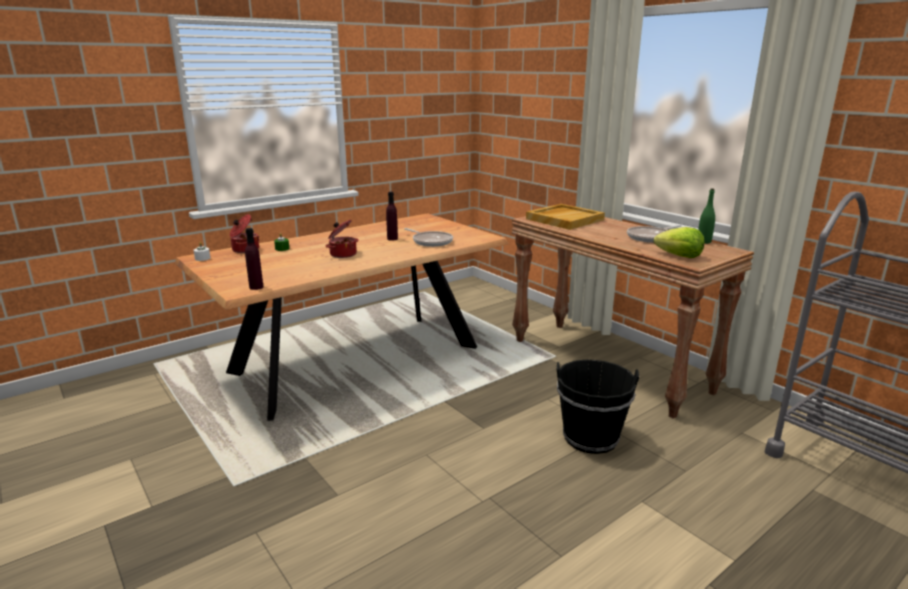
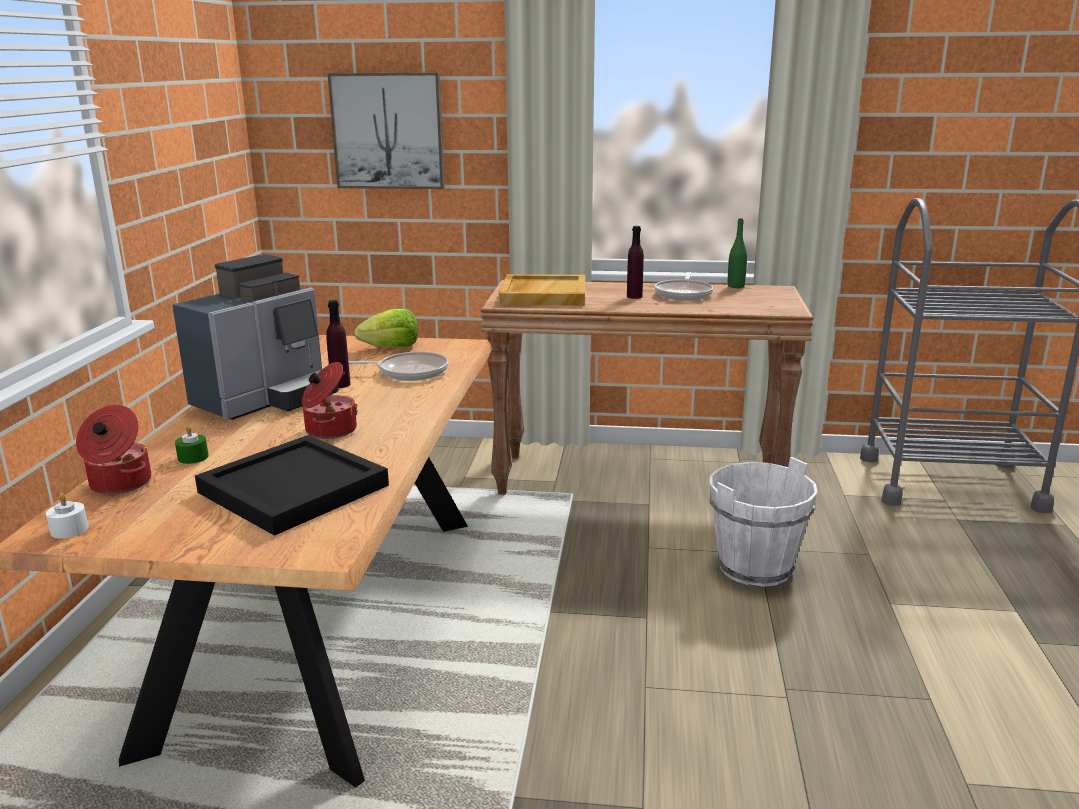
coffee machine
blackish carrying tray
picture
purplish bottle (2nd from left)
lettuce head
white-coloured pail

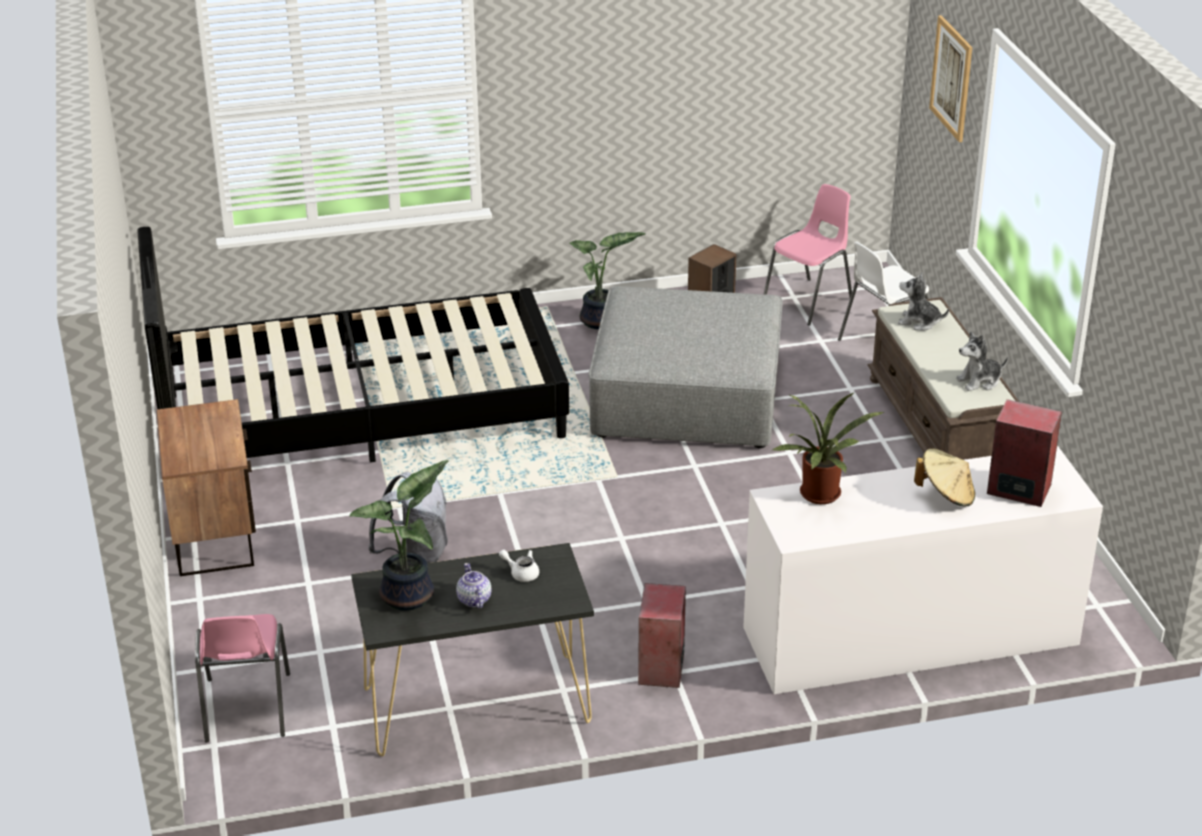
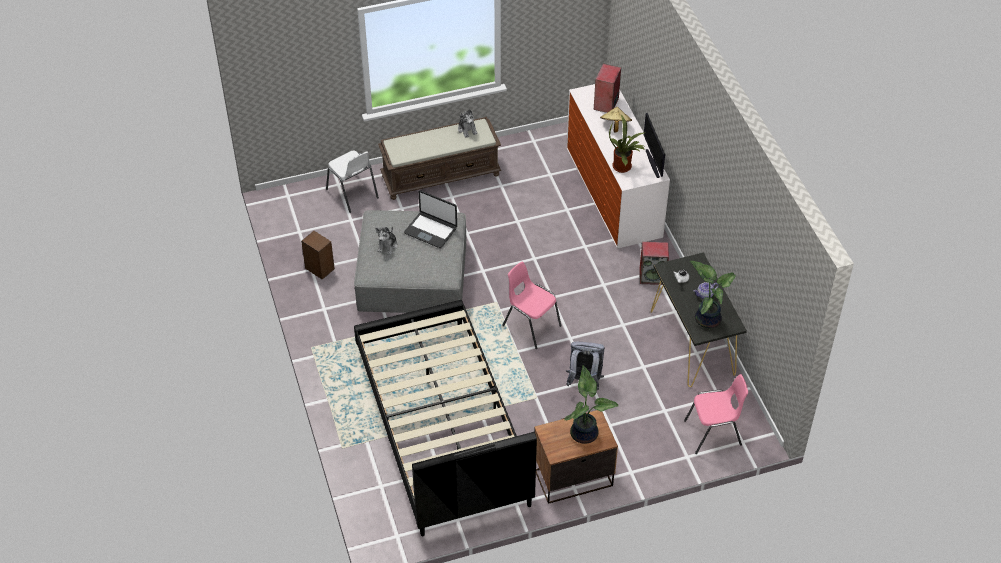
picture
portable computer
monitor
potted plant (1st from left)
pink-coloured upright chair (1st from left)
cuddly toy (1st from left)

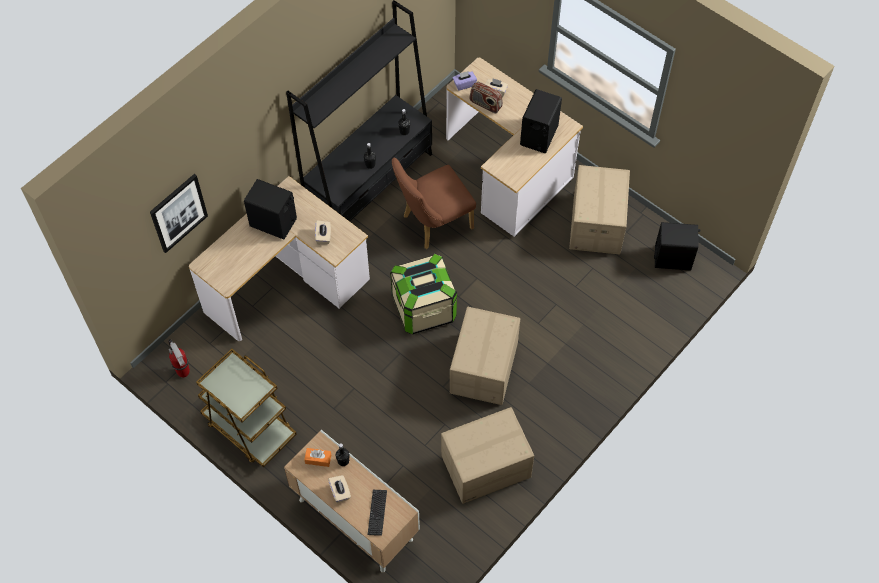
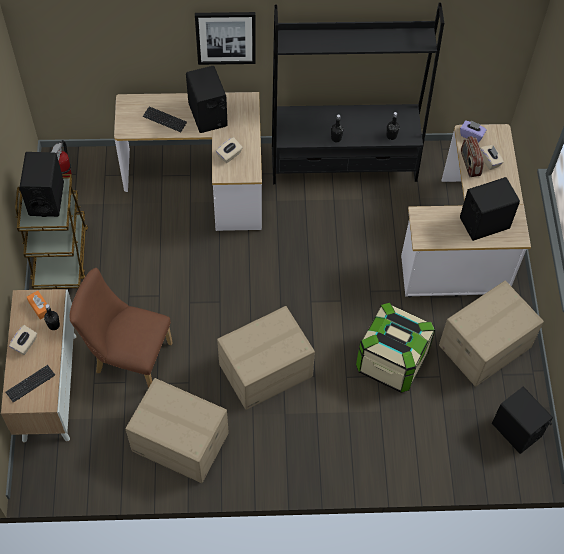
blackish loudspeaker (1st from left)
PC keyboard (2nd from left)
picture
storage box
brown upright chair

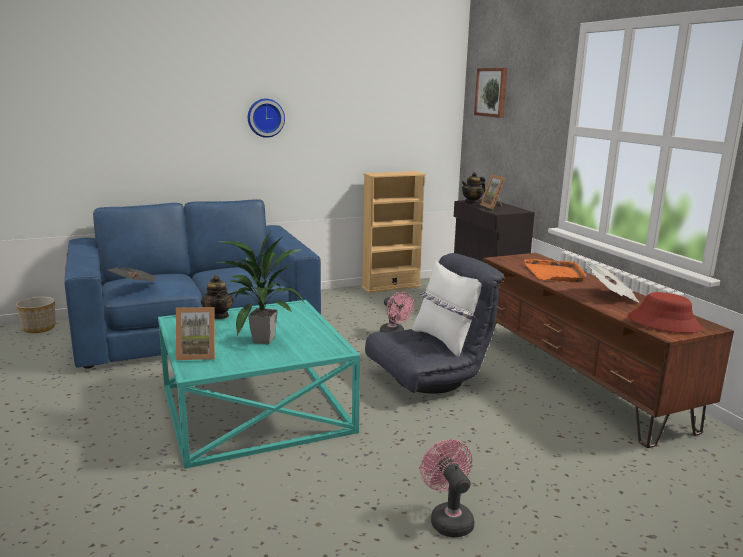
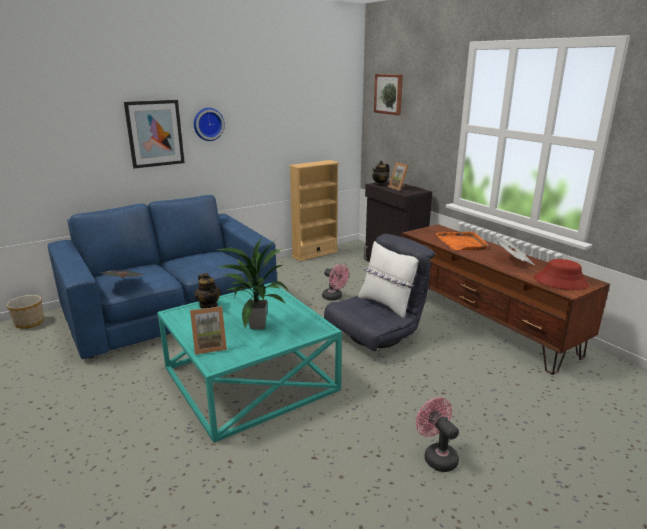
picture (1st from left)

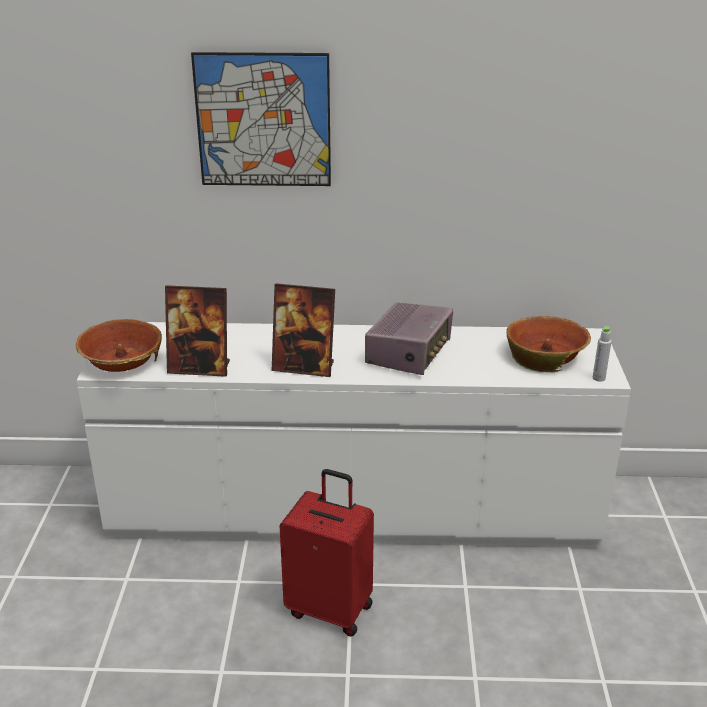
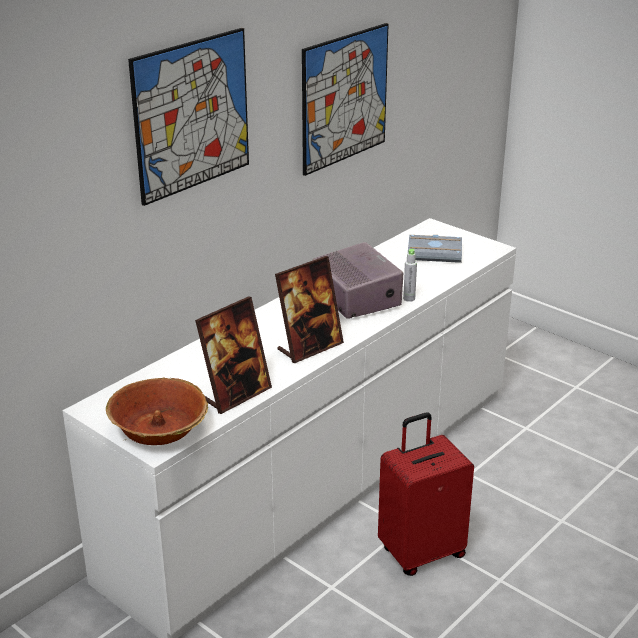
picture (2nd from left)
grey bottle
grey volume

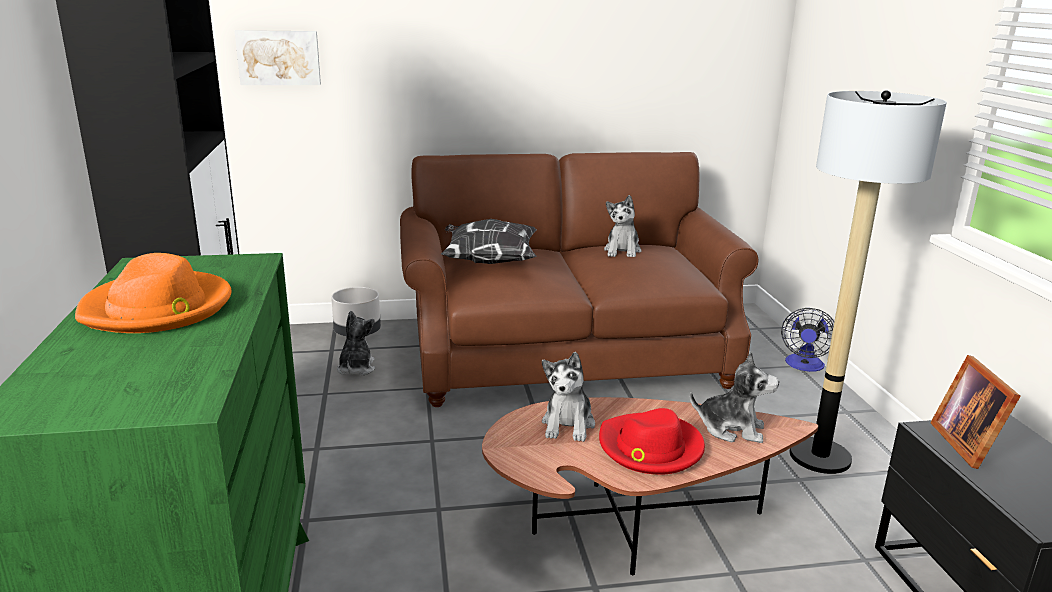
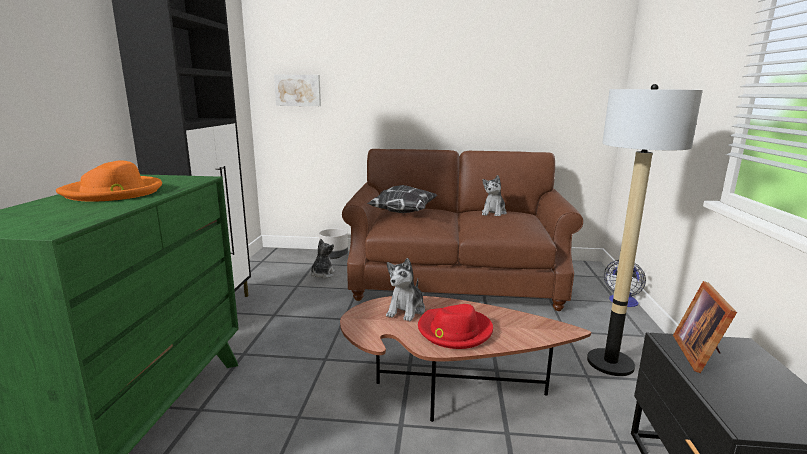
cuddly toy (4th from left in the first image)

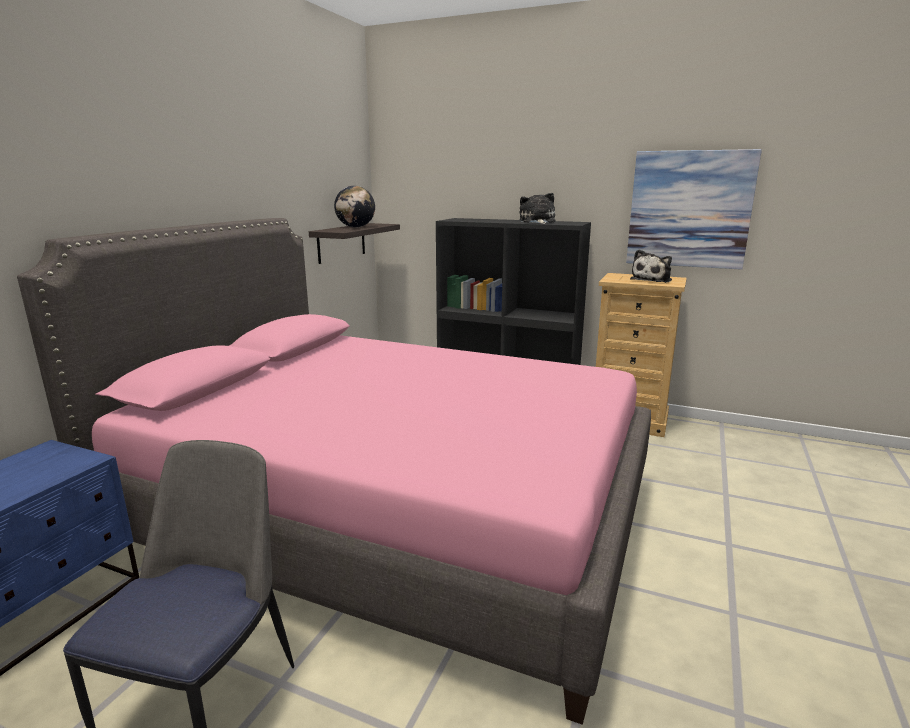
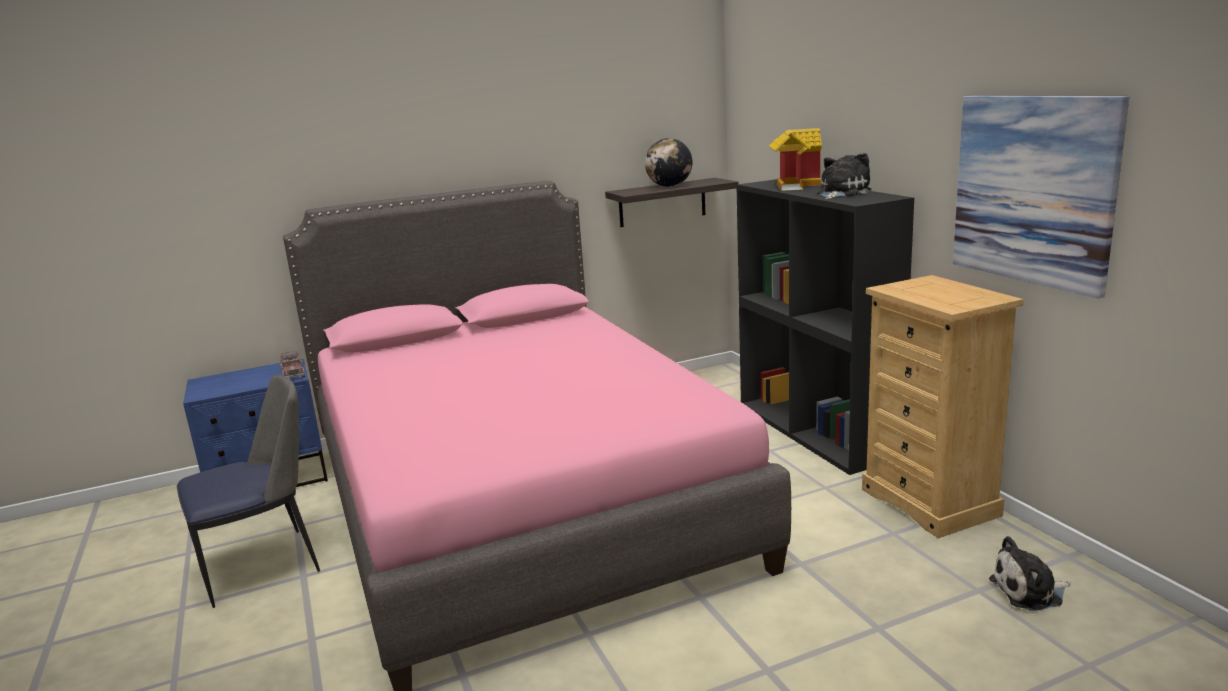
model truck
model house
cuddly toy (2nd from left)

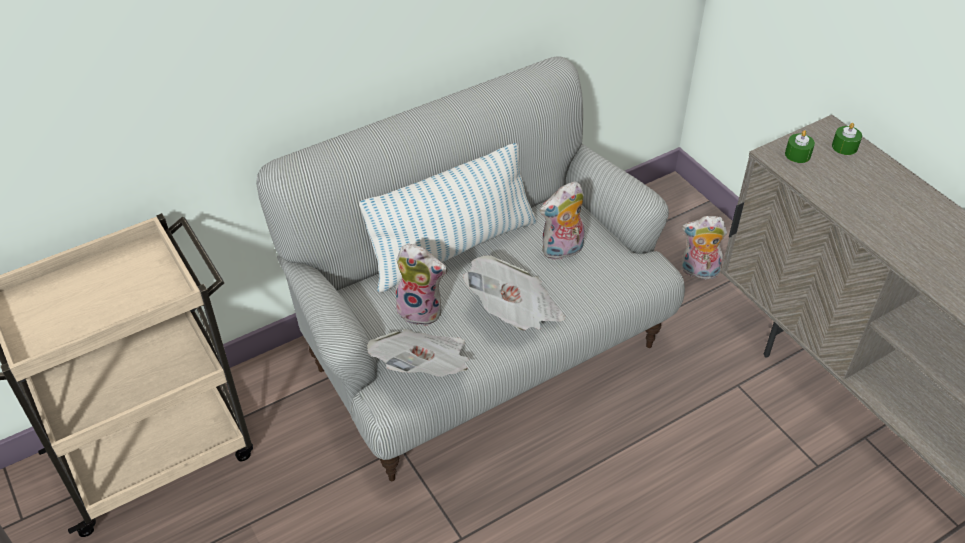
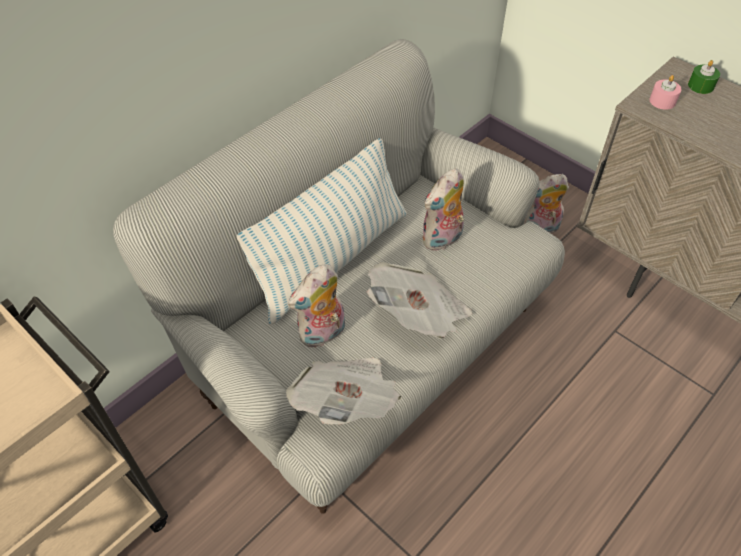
pink-coloured wax candle
cuddly toy (1st from left)

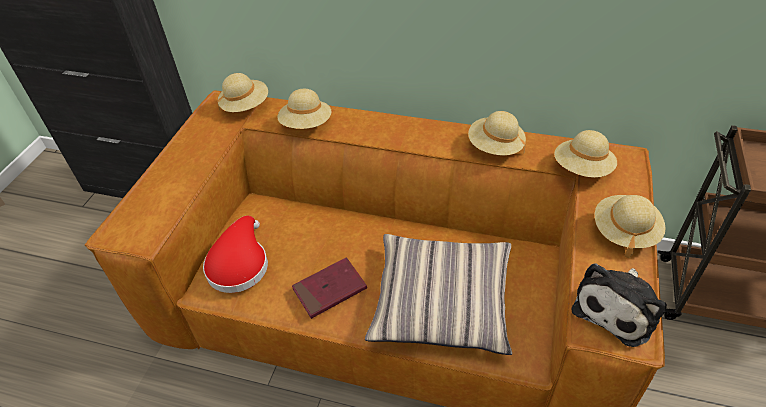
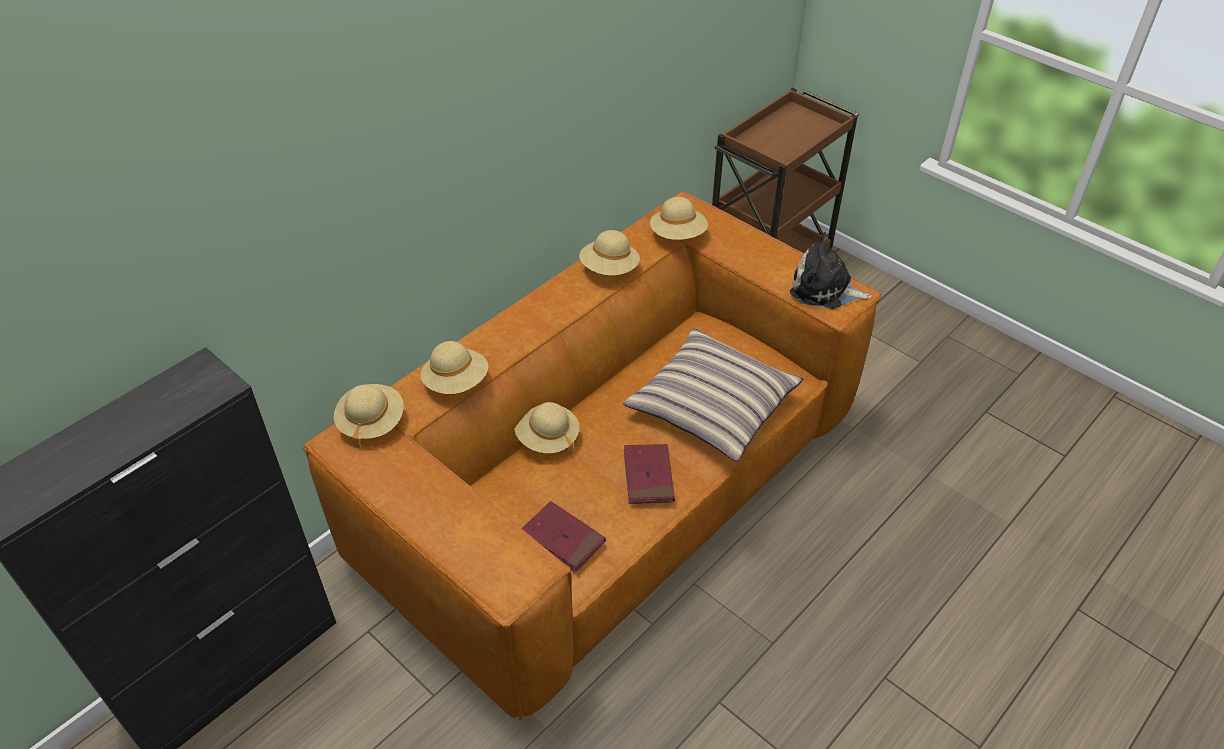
beige hat (3rd from left)
red volume (1st from left)
cuddly toy

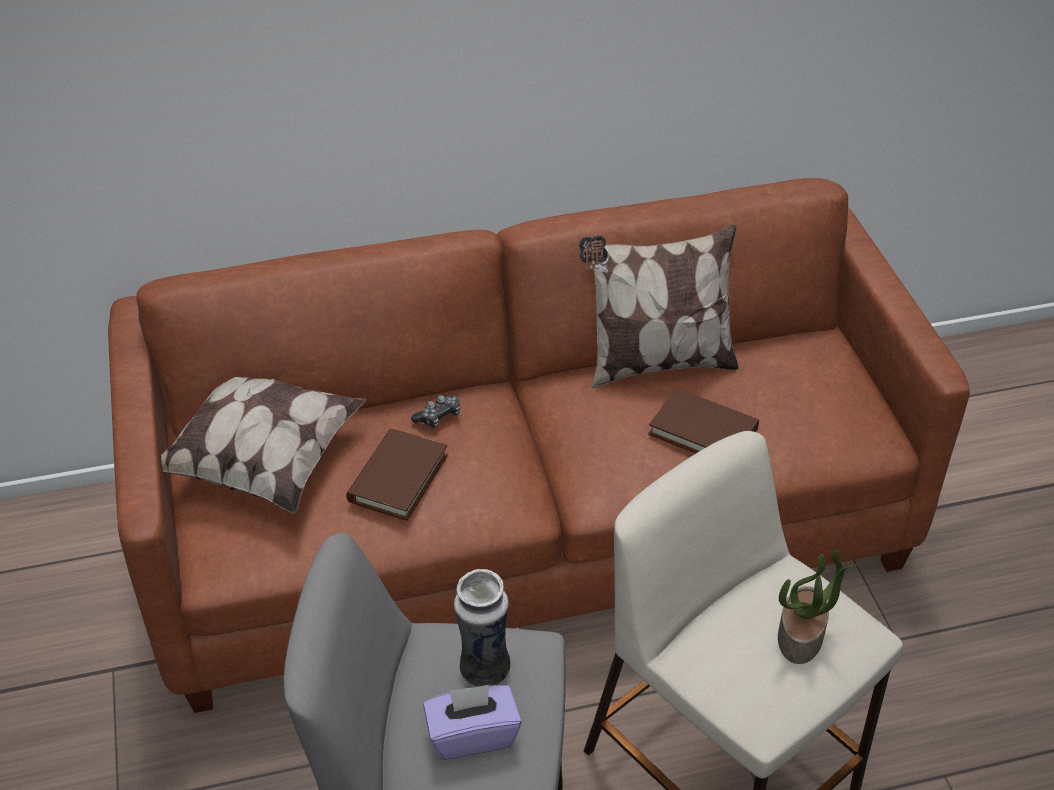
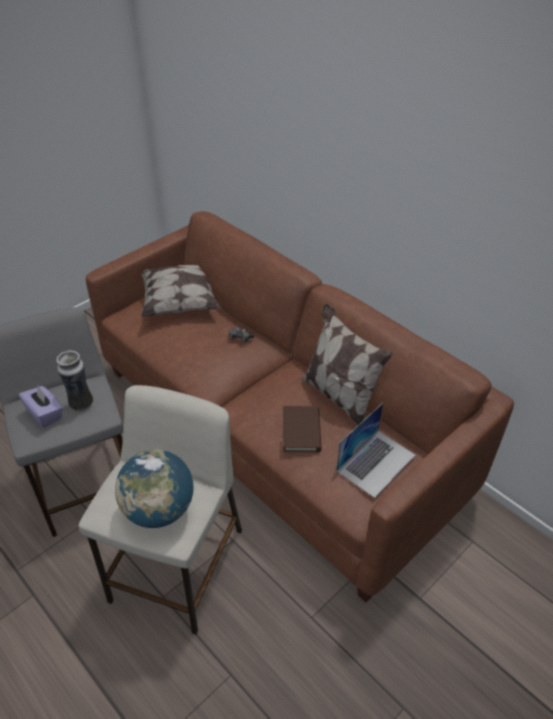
brown volume (1st from left in the first image)
portable computer
globe

